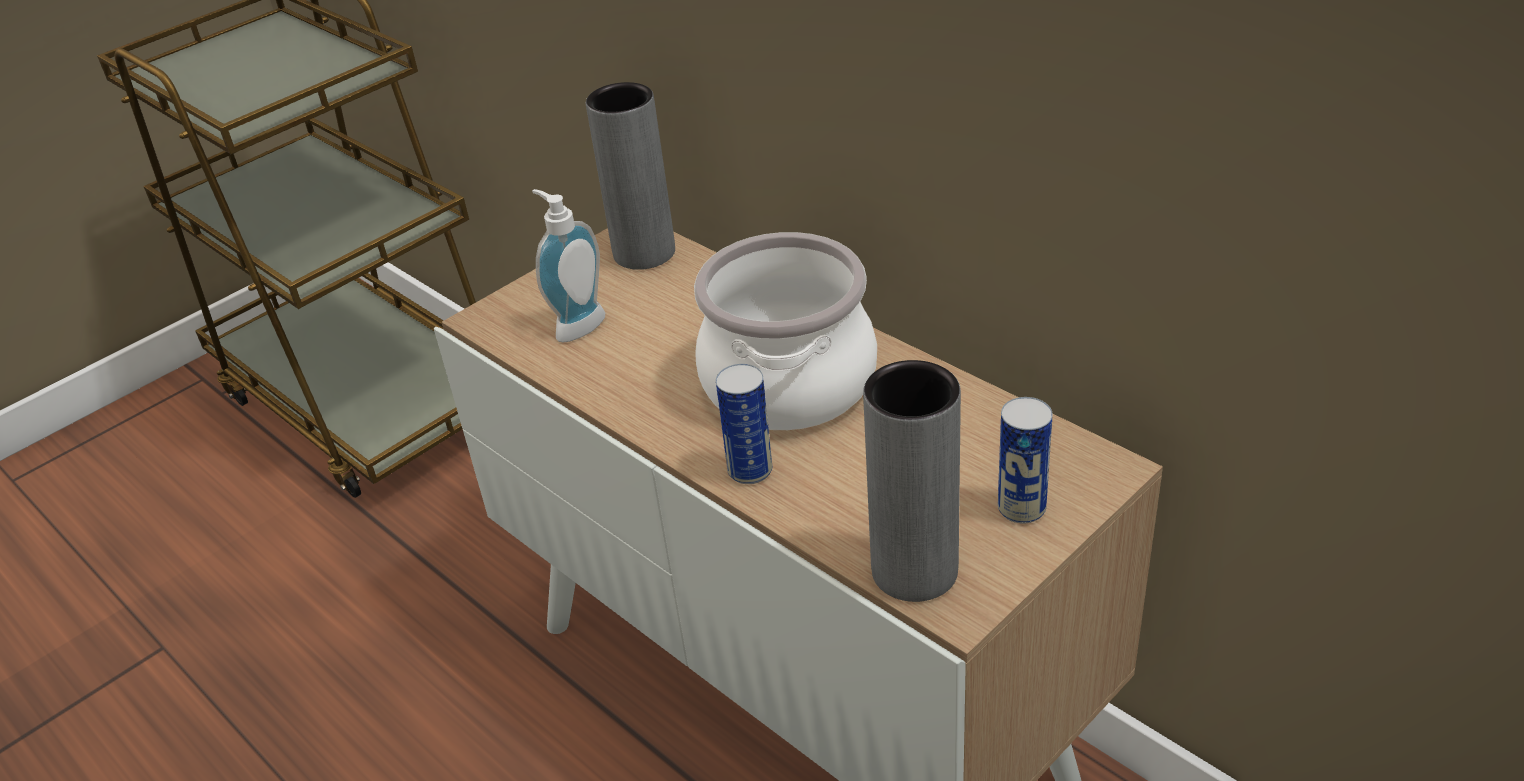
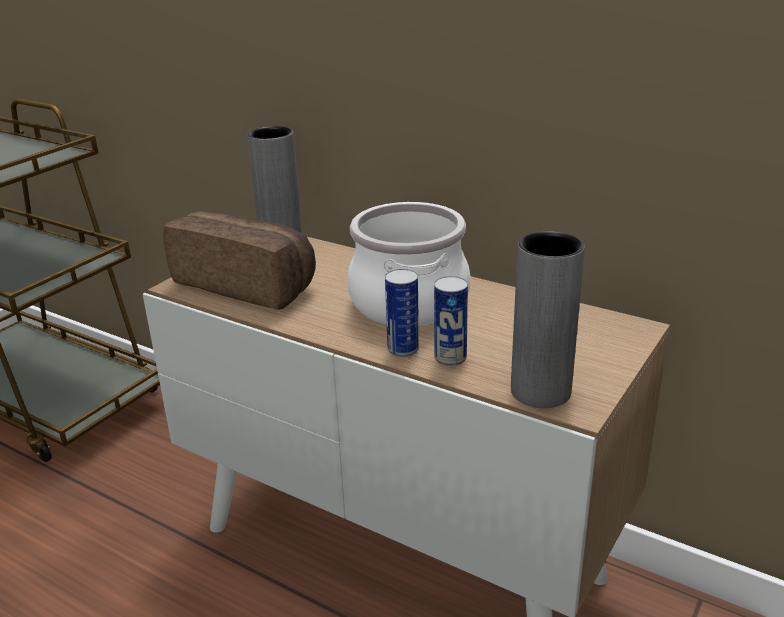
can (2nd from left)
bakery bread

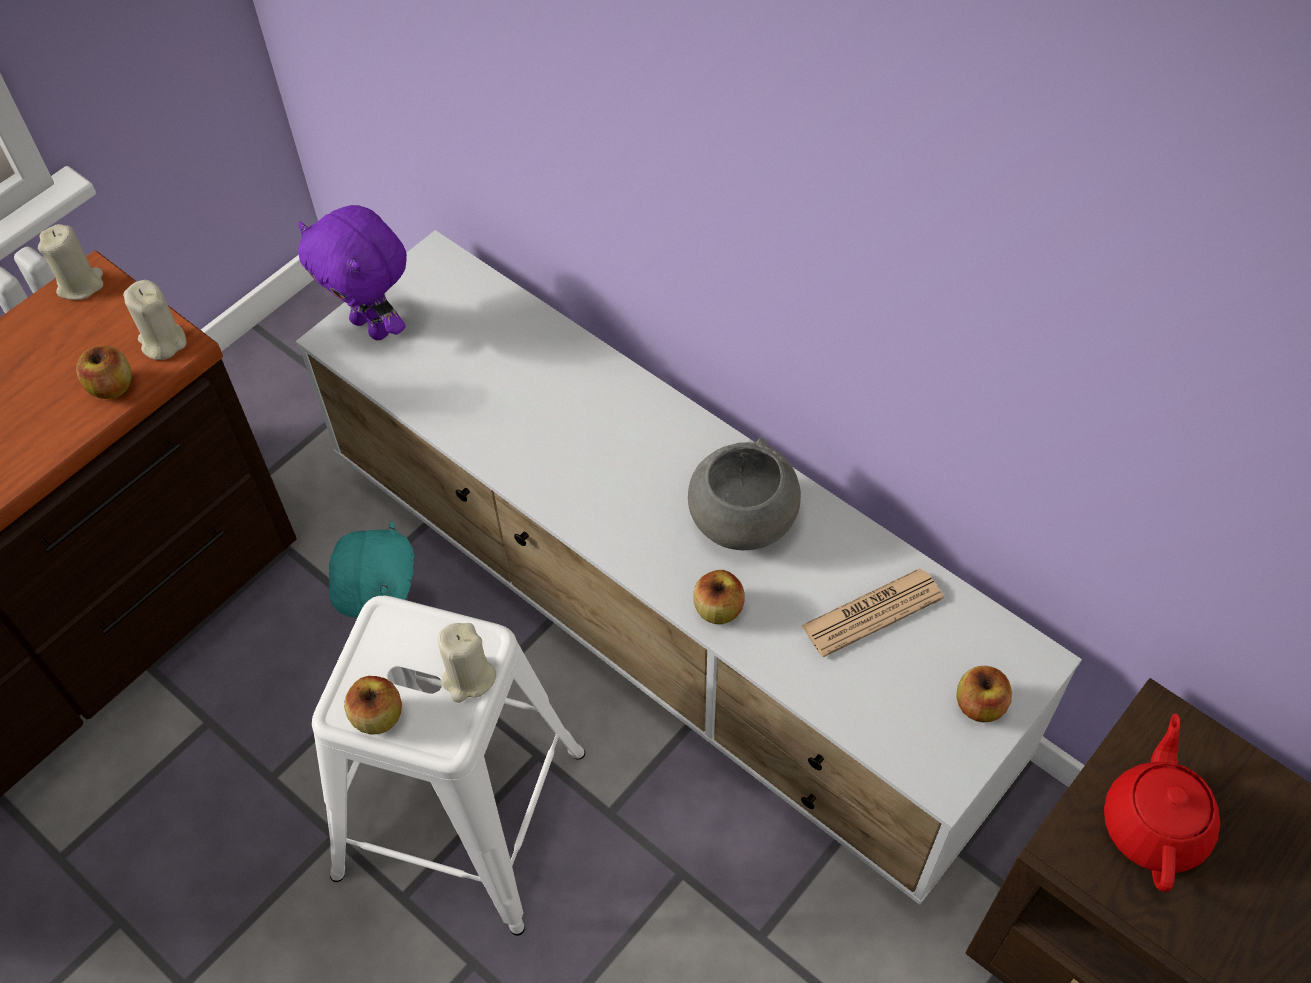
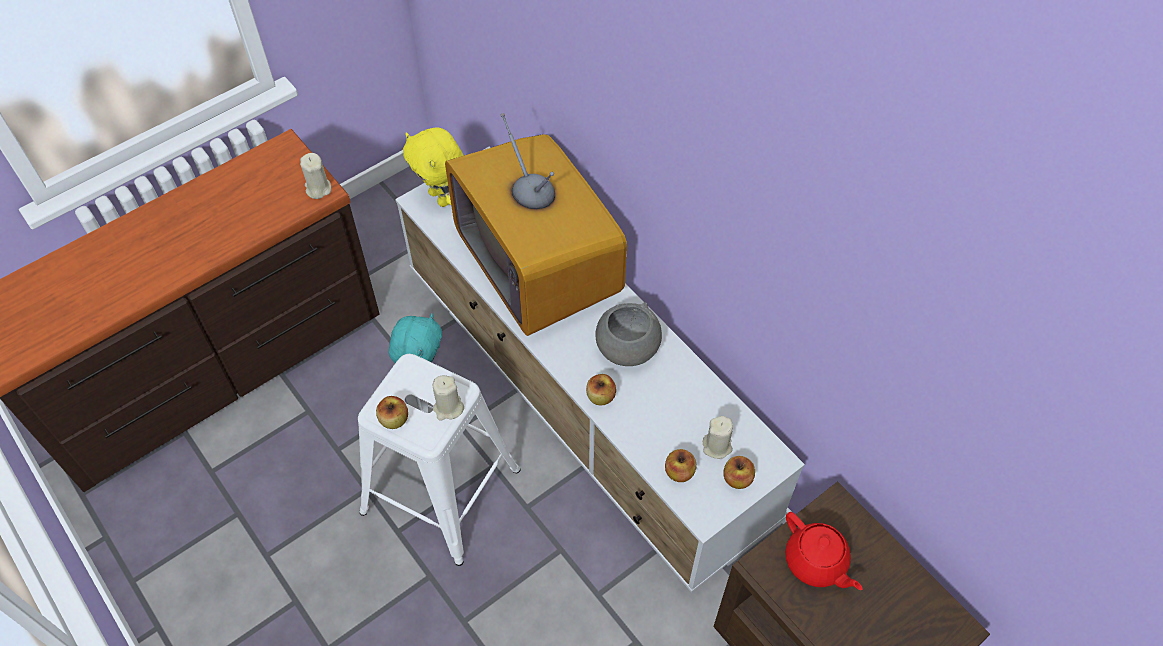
printed paper
TV set
beige wax candle (3rd from left)
apple fruit (3rd from left)
yellow-coloured cuddly toy
red tea pot

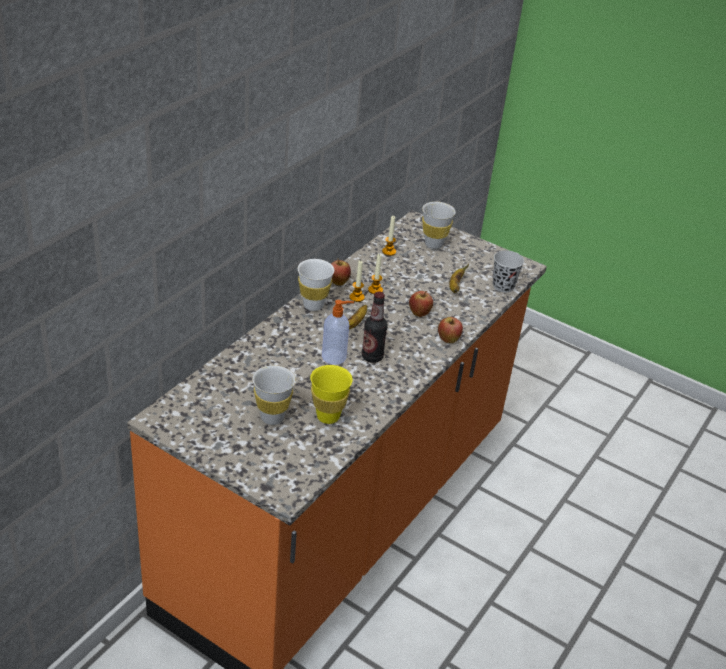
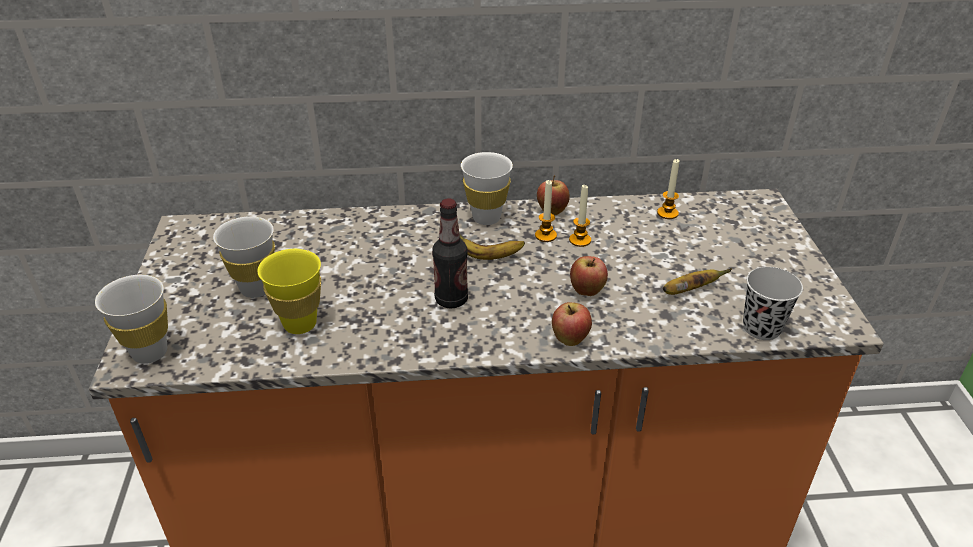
liquid soap bottle
white-coloured drinking cup (1st from left)

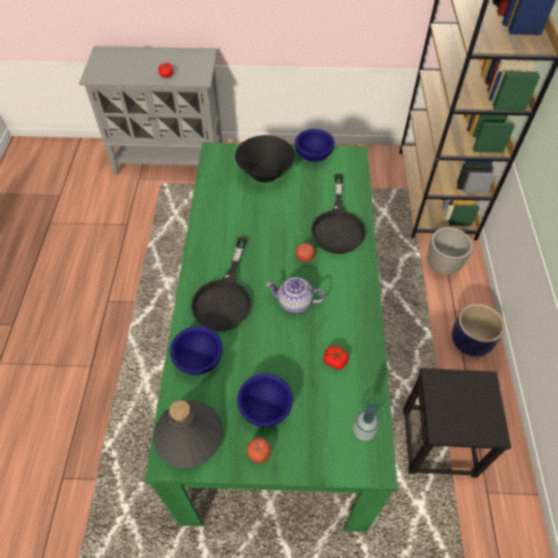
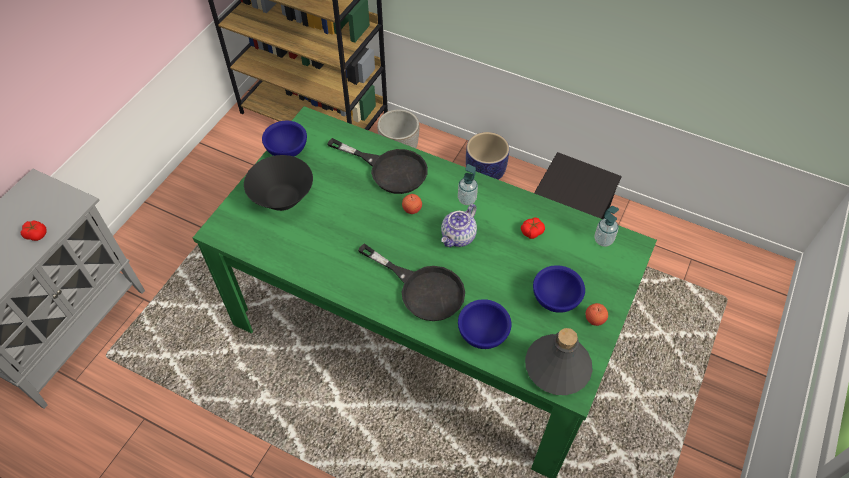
liquid soap bottle (1st from left)

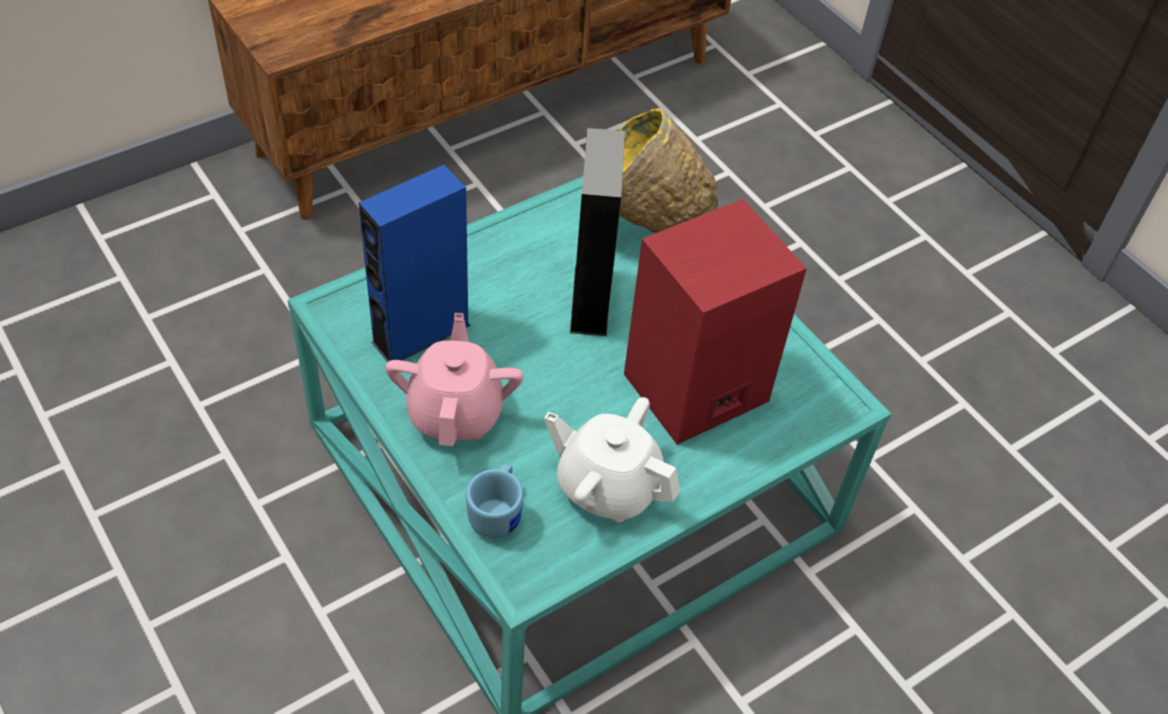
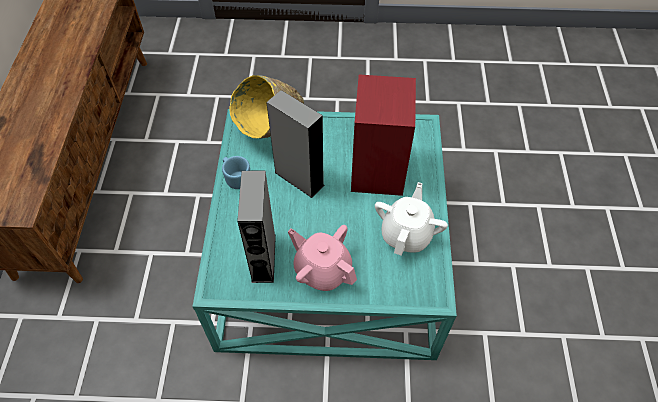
blue-coloured mug
grey loudspeaker (1st from left)
white-coloured tea pot

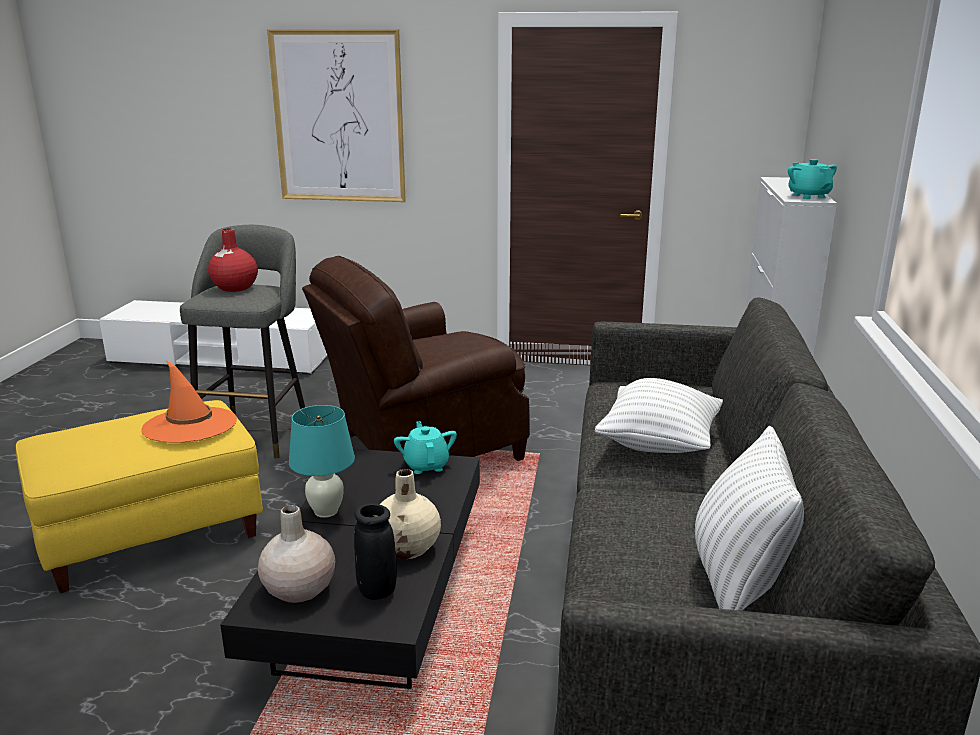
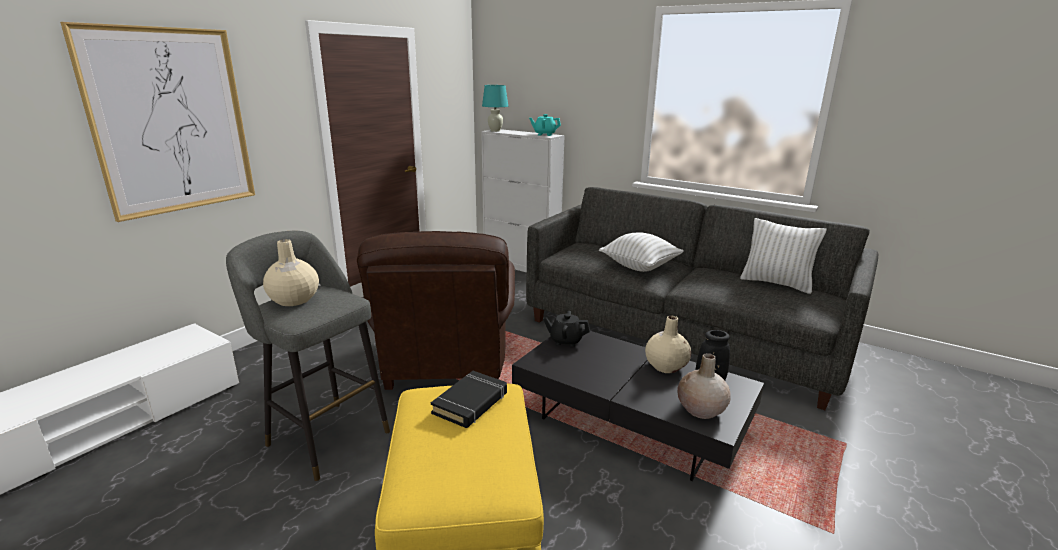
blue-green tabletop lamp
blackish volume
beige flower vase (1st from left)
blackish tea pot

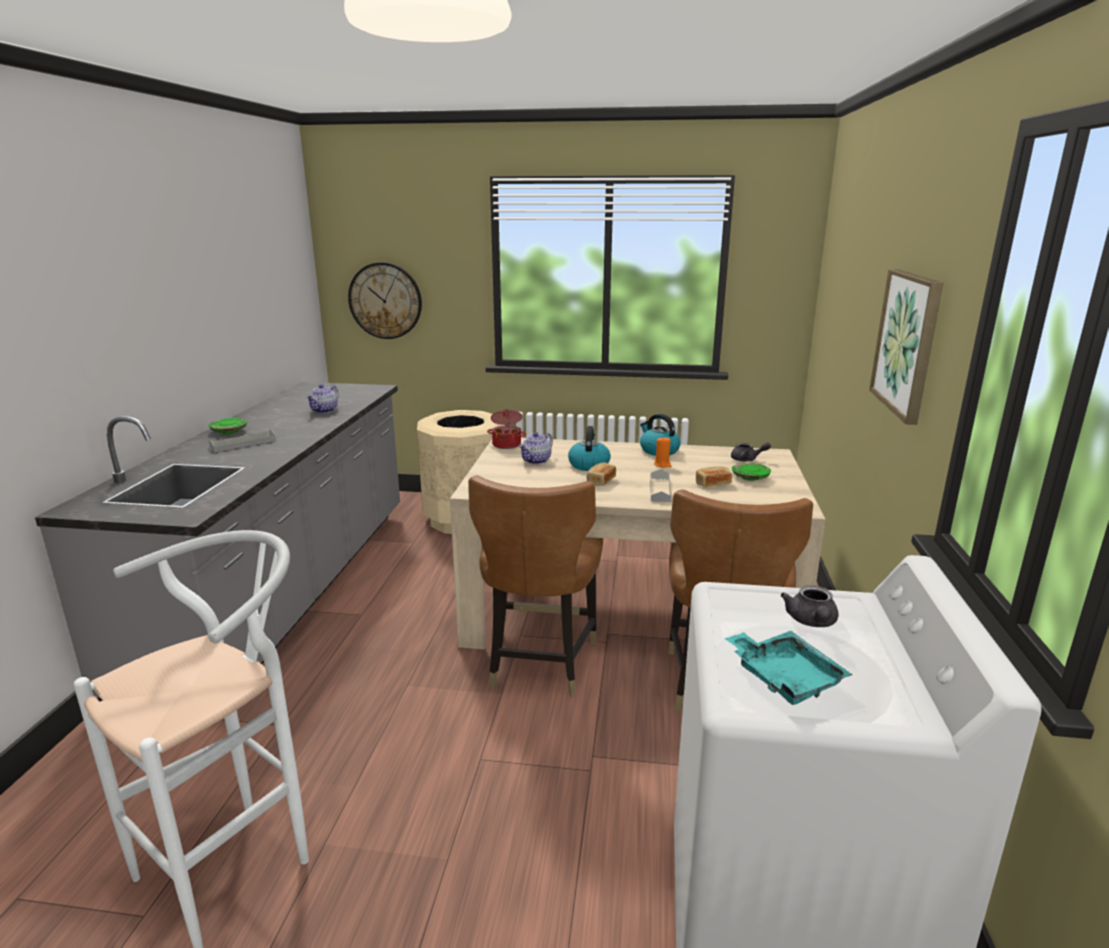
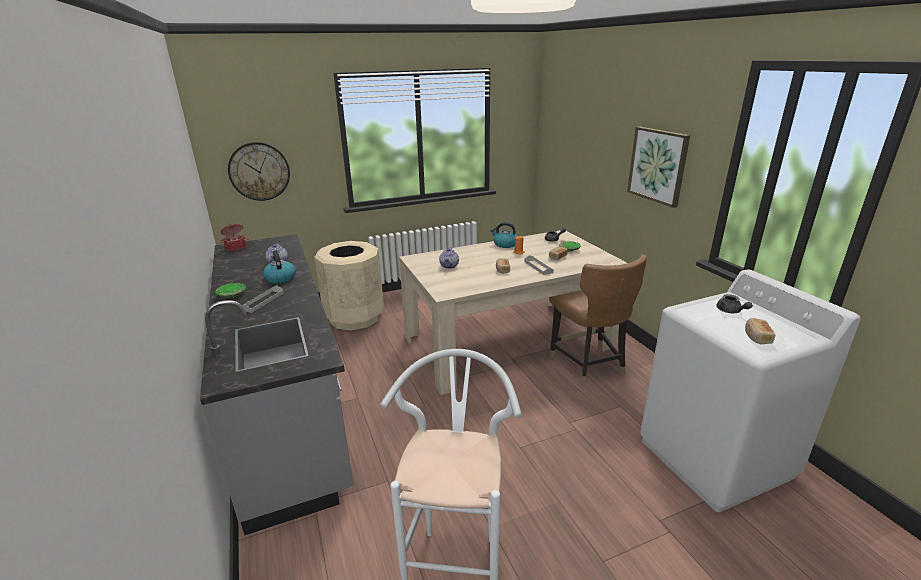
brown upright chair (1st from left in the first image)
stockpot
water kettle (1st from left)
bakery bread (3rd from left)

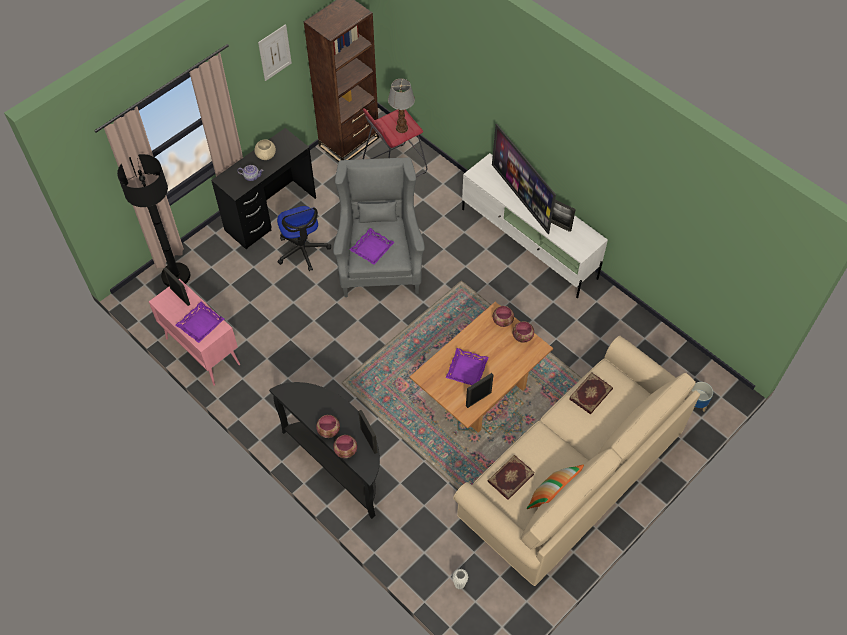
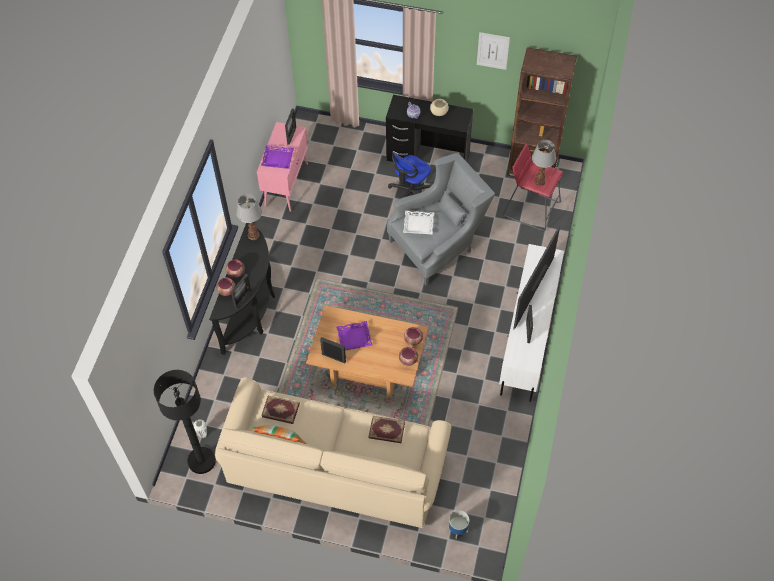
tabletop lamp (1st from left)
blackish floor lamp
white-coloured carrying tray

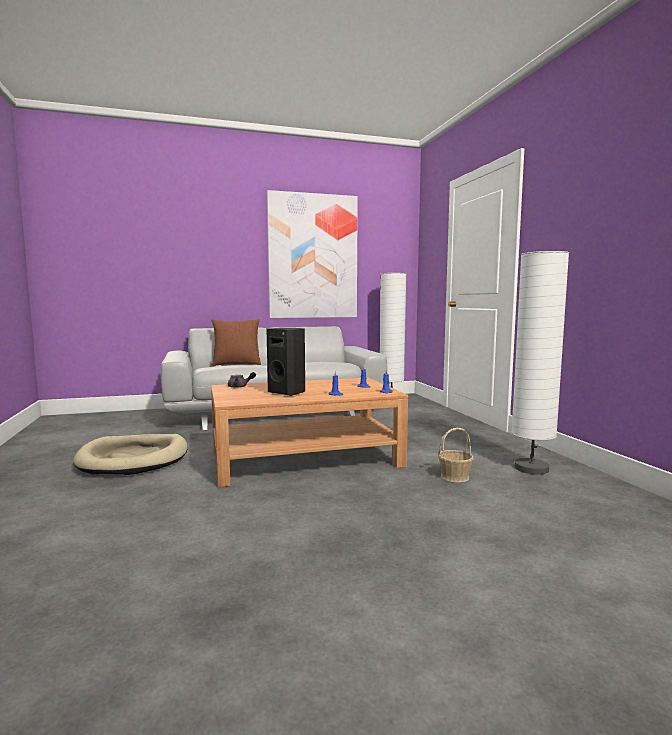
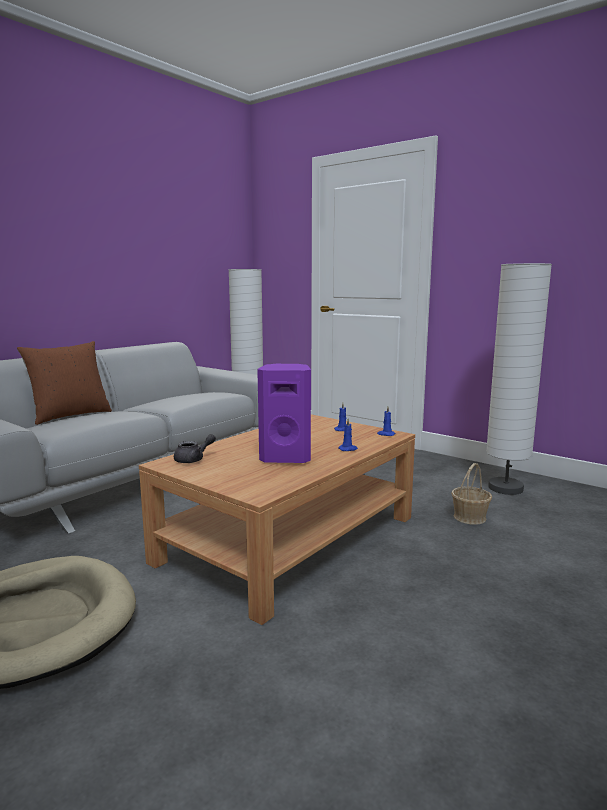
picture
purplish loudspeaker

